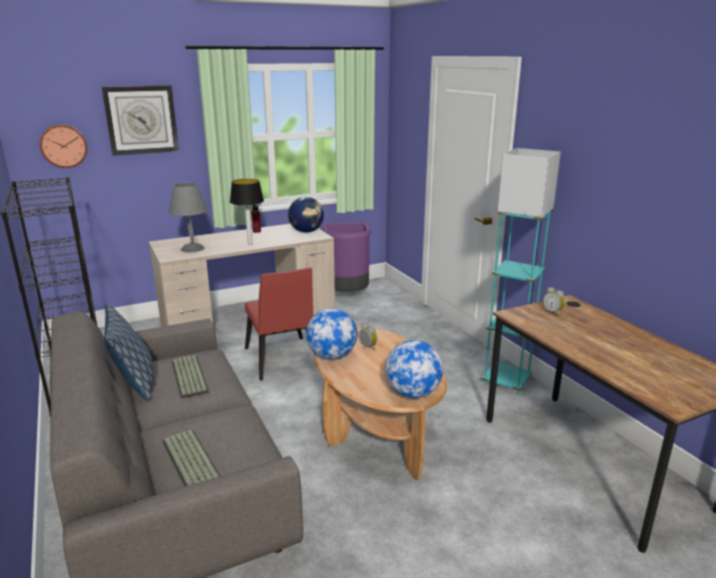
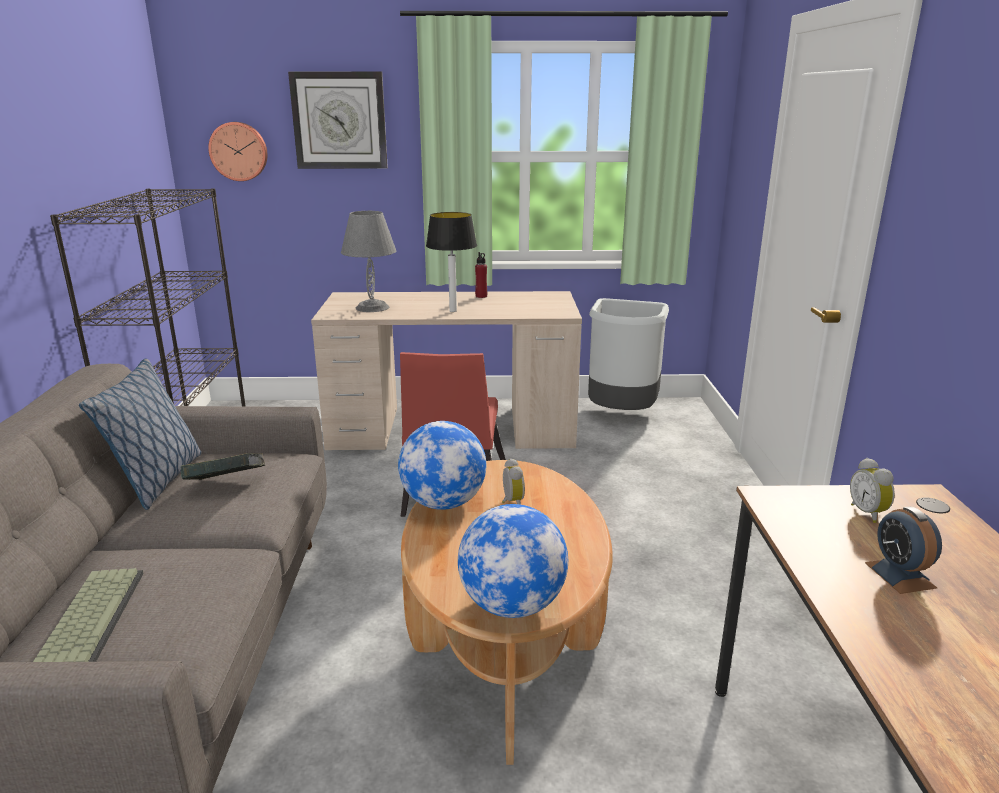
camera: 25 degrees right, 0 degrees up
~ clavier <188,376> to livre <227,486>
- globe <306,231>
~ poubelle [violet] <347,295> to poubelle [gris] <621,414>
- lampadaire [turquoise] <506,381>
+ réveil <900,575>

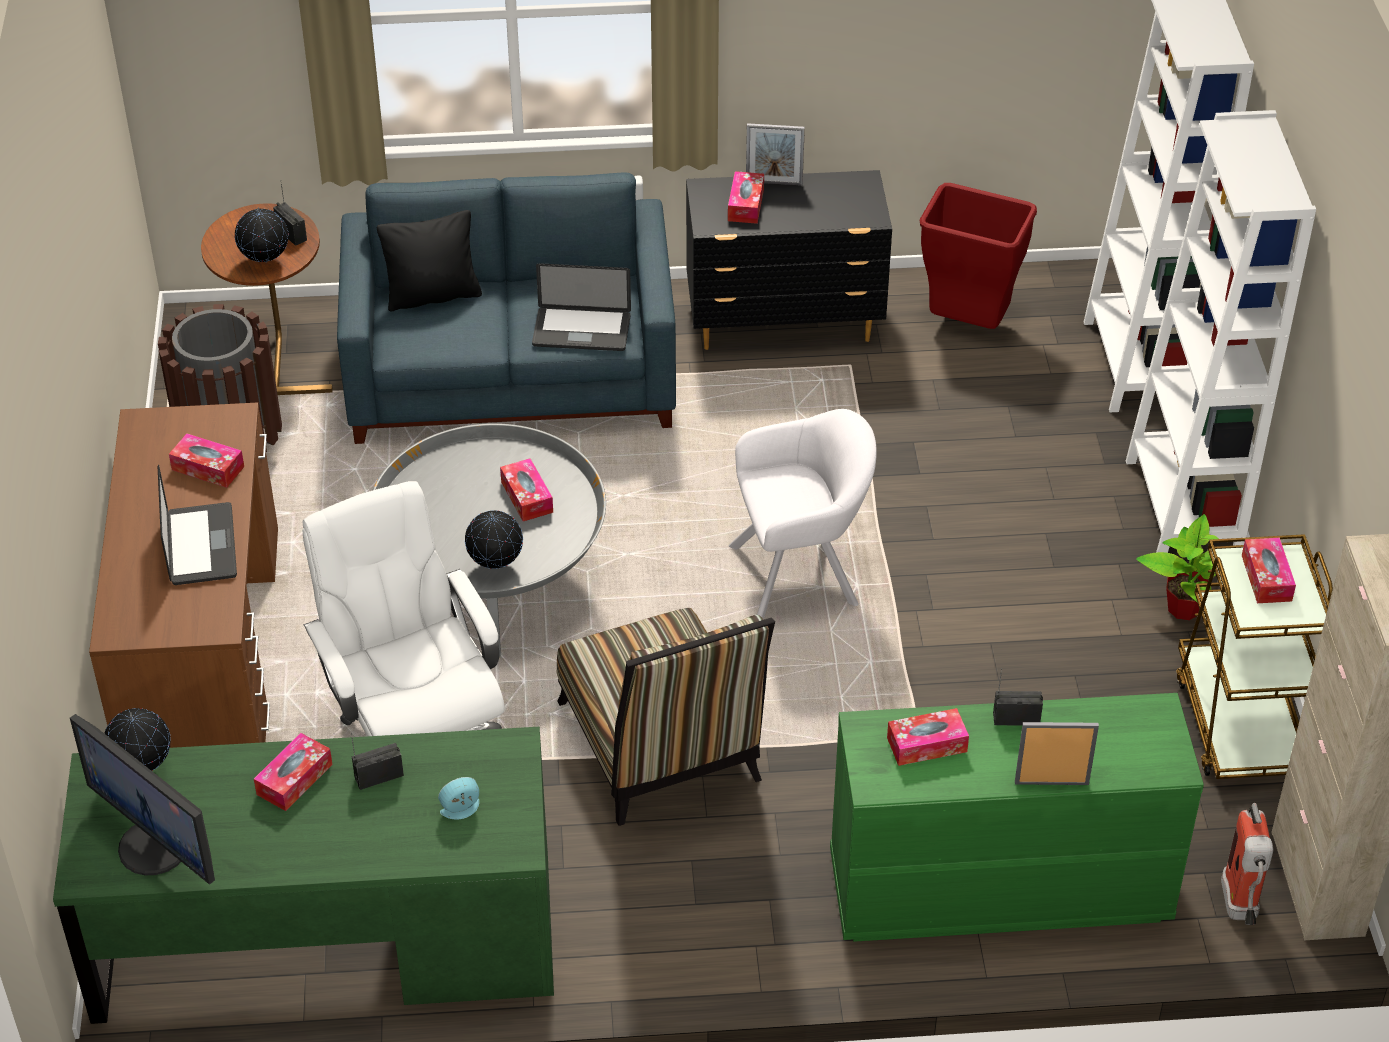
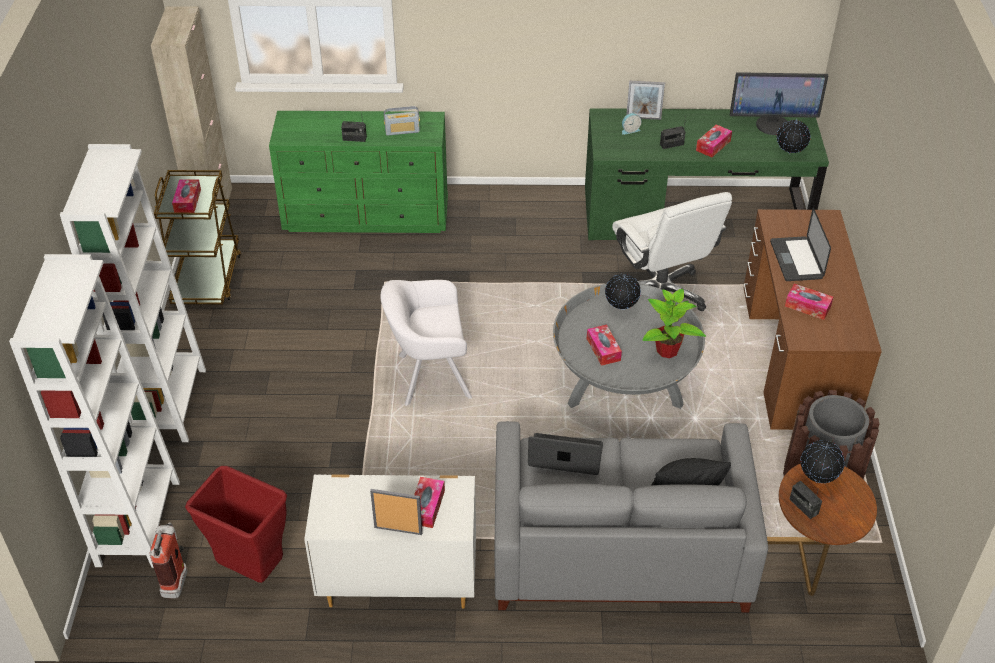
camera: 175 degrees left, 0 degrees up
~ écran d'ordinateur <156,846> = <772,124> 135 degrees clockwise
~ canapé [bleu] <512,375> to canapé [gris] <618,547>
- chaise <663,751>
~ commode [noir] <785,324> to commode [blanc] <397,582>
~ boîte à mouchoirs <927,744> to radio <402,131>
~ cadre photo <1051,783> to <643,118>
~ plante en pot <1183,607> to <667,351>
~ extincteur <1240,910> to <176,578>

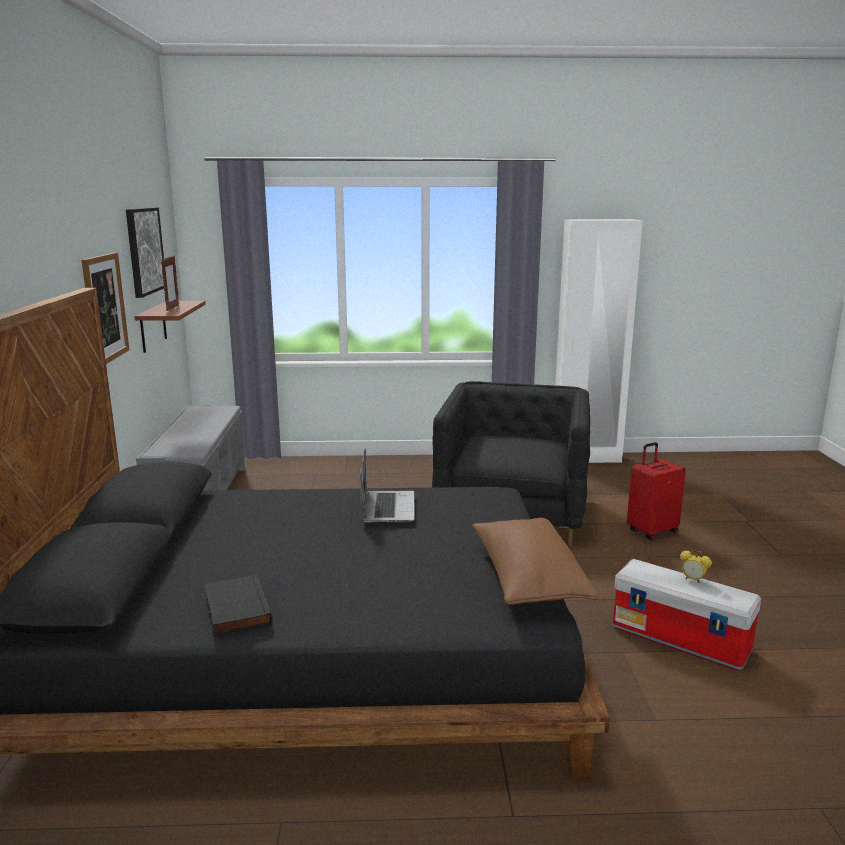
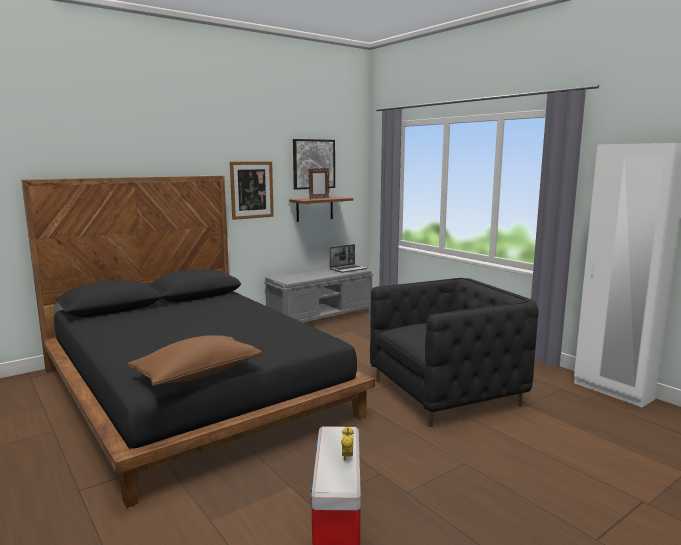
camera: 55 degrees right, 5 degrees down
- livre [noir] <235,609>
~ ordinateur portable <387,508> to <348,269>
- valise [rouge] <651,531>

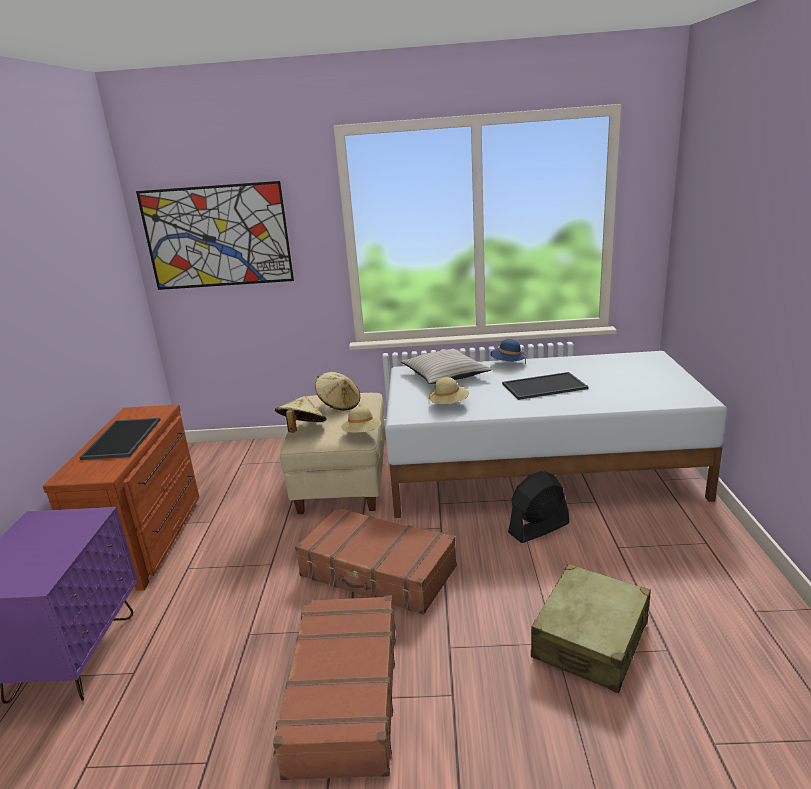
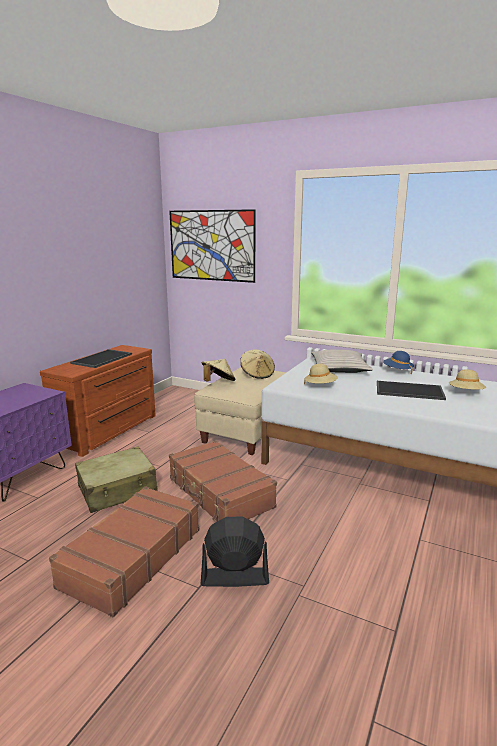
camera: 25 degrees right, 5 degrees down
~ chapeau [beige] <362,434> to <466,393>
~ ventilateur [noir] <538,528> to <234,577>
~ valise [beige] <590,640> to <117,490>

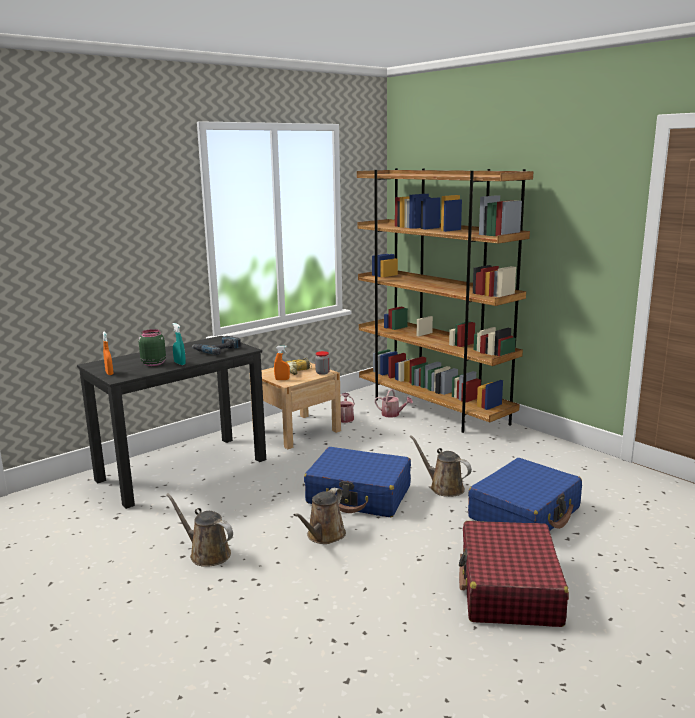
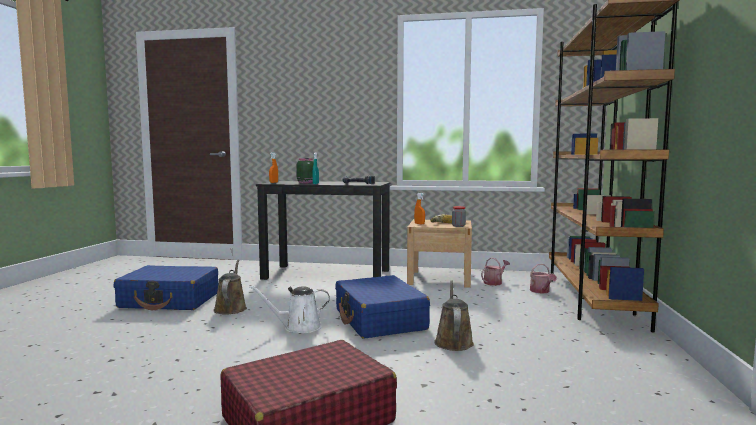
camera: 50 degrees right, 10 degrees down
~ arrosoir [marron] <324,536> to arrosoir [blanc] <298,328>
~ valise [bleu] <525,513> to <170,300>

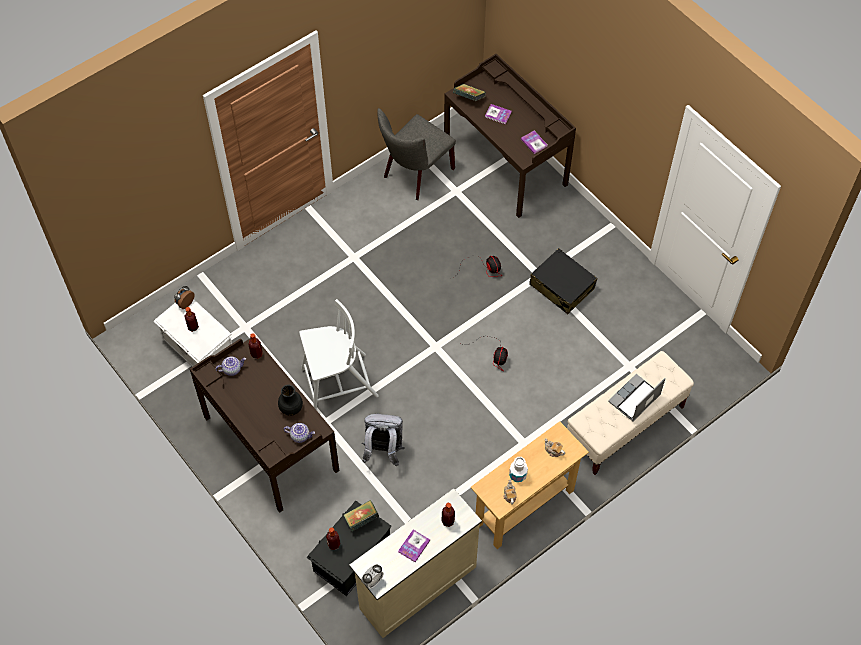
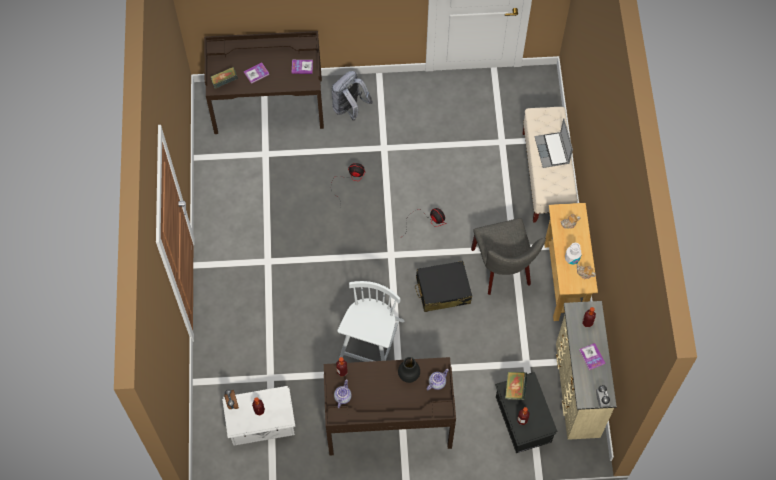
camera: 55 degrees left, 5 degrees up
~ sac à dos [gris] <383,451> to <349,108>
~ chaise [gris] <415,174> to <503,270>
~ valise [noir] <561,286> to <442,290>

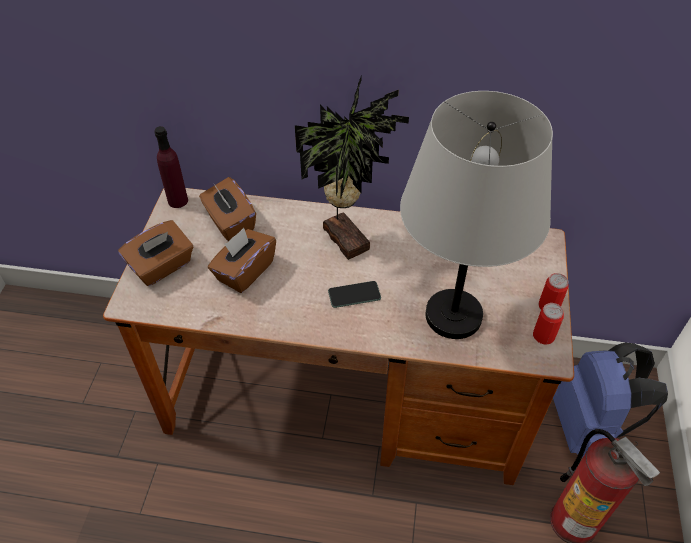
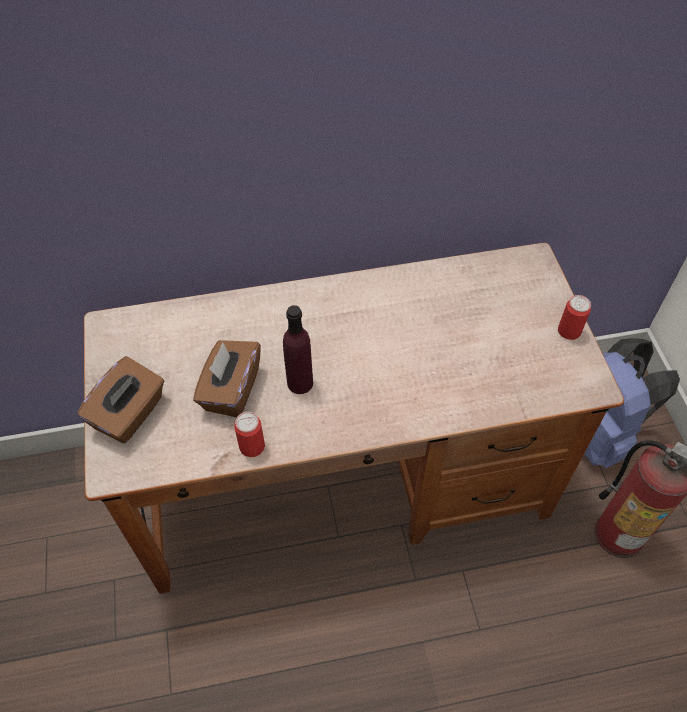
camera: 20 degrees left, 5 degrees up
~ bouteille [violet] <178,201> to <300,383>
- boîte à mouchoirs [marron] <230,222>
- plante en pot <348,237>
- téléphone <354,295>
- lampe de table [gris] <452,316>
~ boîte métallique <543,336> to <252,446>

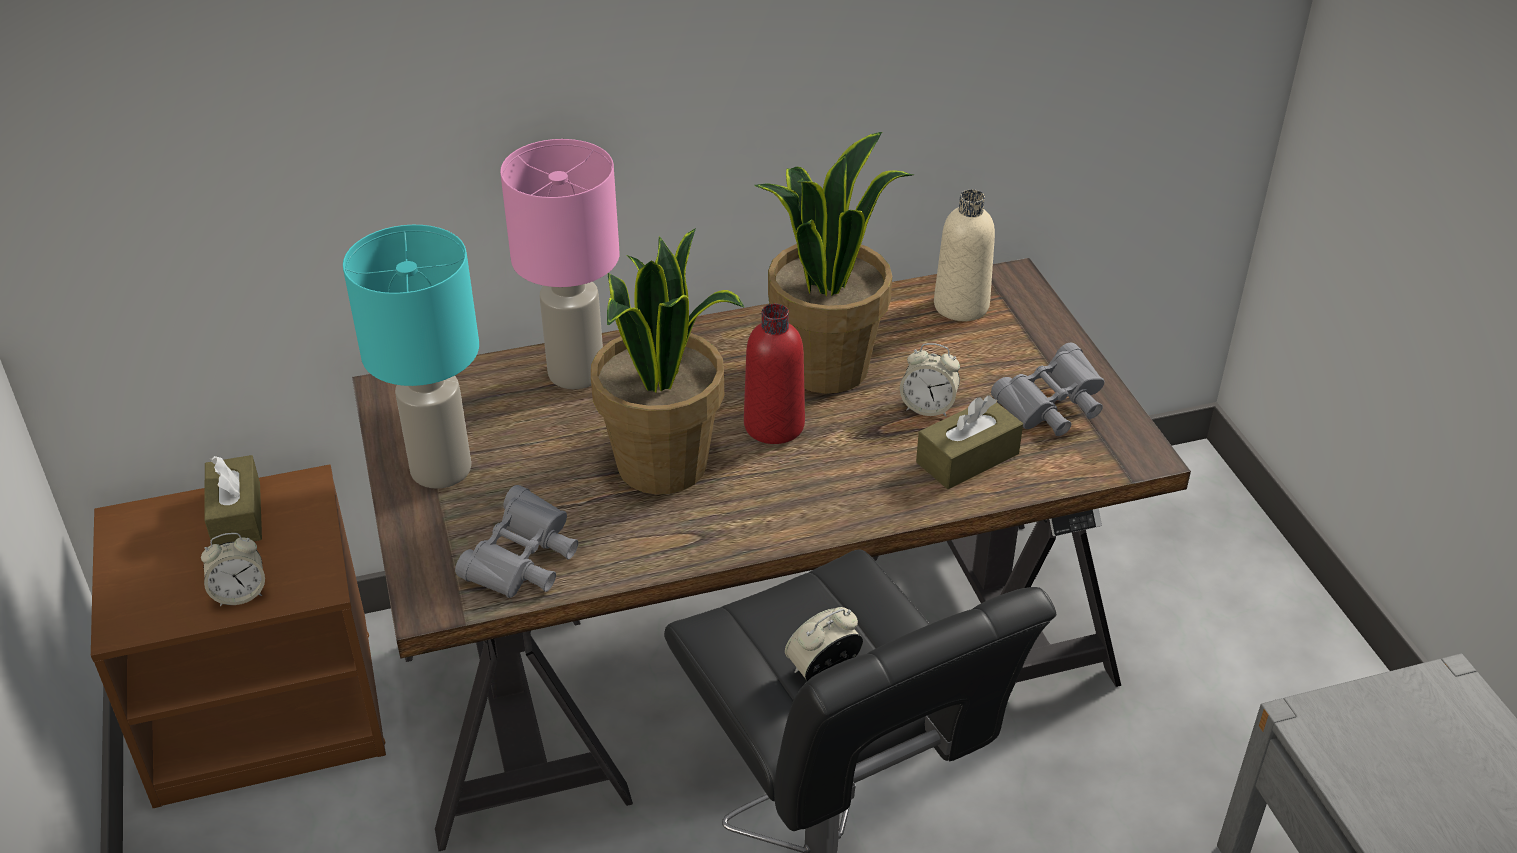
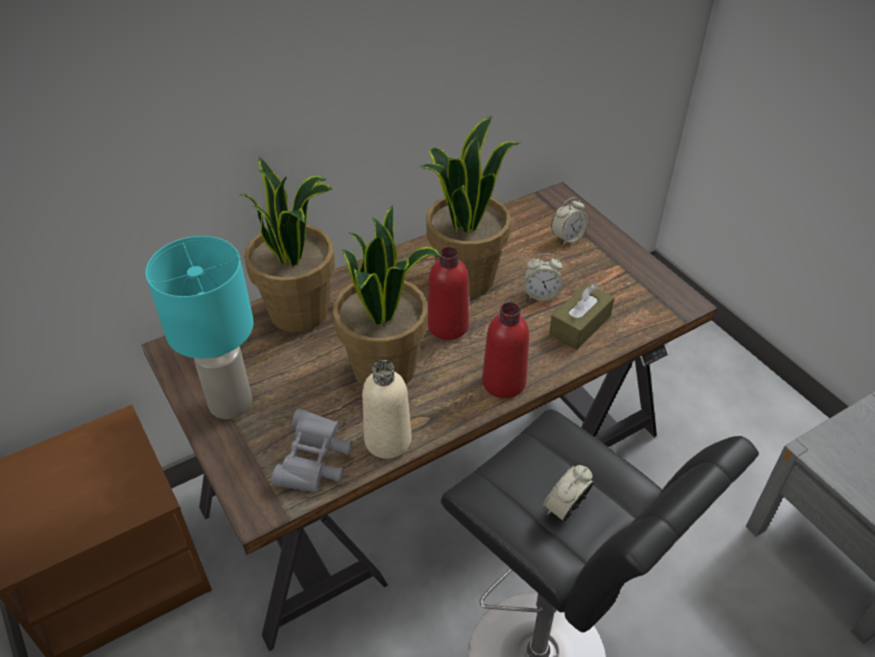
camera: 15 degrees left, 5 degrees up
~ réveil <240,594> to <567,238>
- boîte à mouchoirs [marron] <237,515>
~ lampe de table [rose] <576,372> to plante en pot <300,312>
~ bouteille [beige] <961,306> to <388,440>
- jumelles [gris] <1051,409>
+ bouteille [rouge] <504,382>

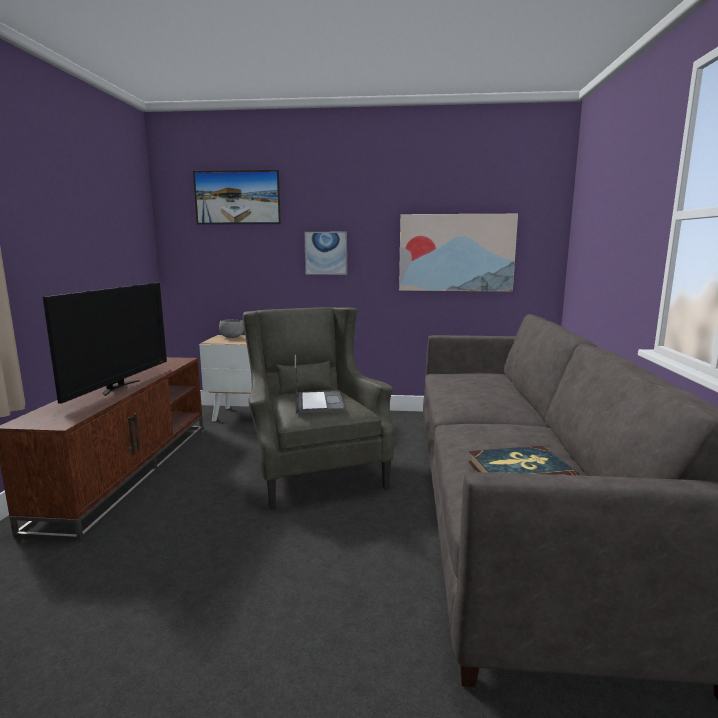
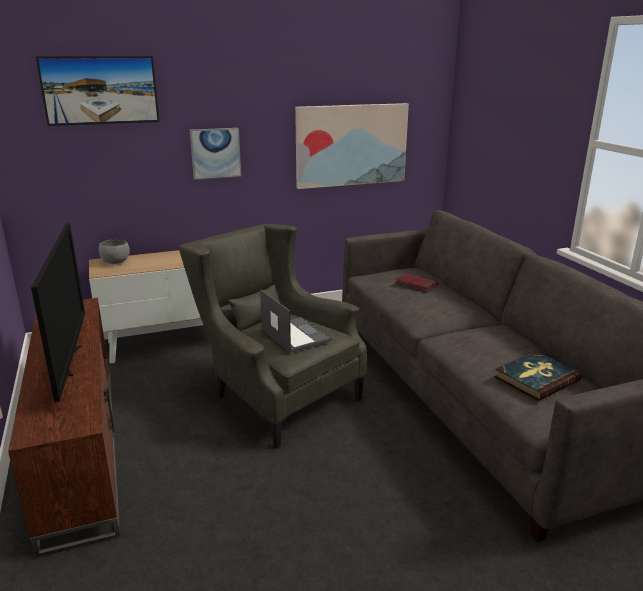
camera: 25 degrees left, 10 degrees up
+ livre [rouge] <416,284>

